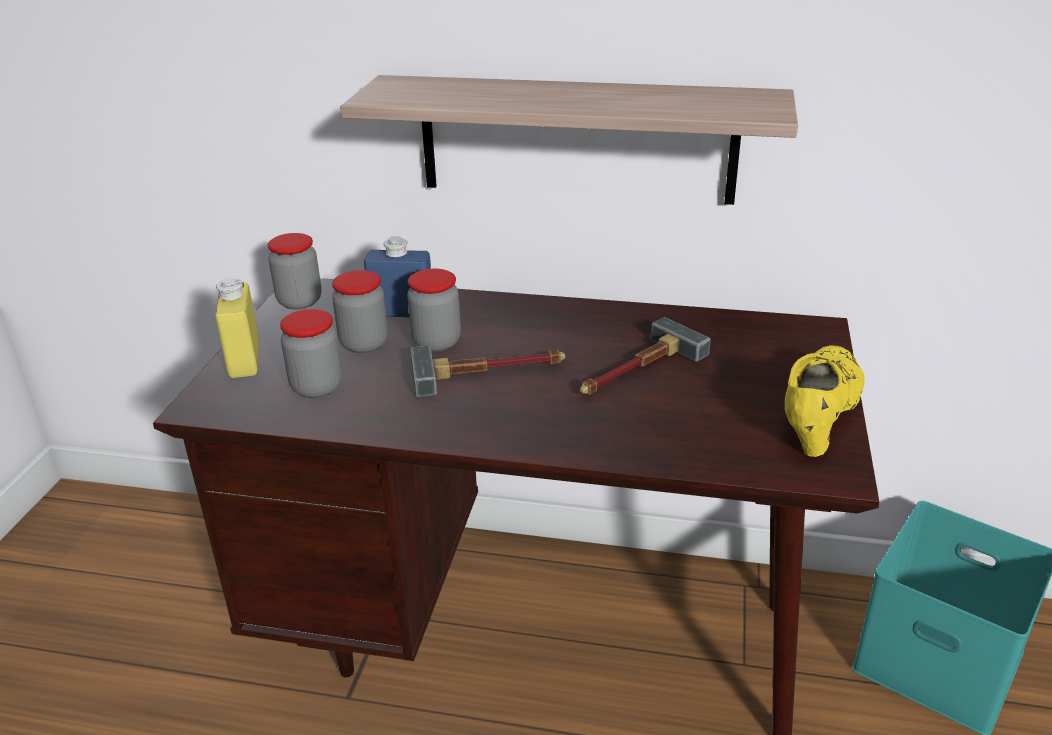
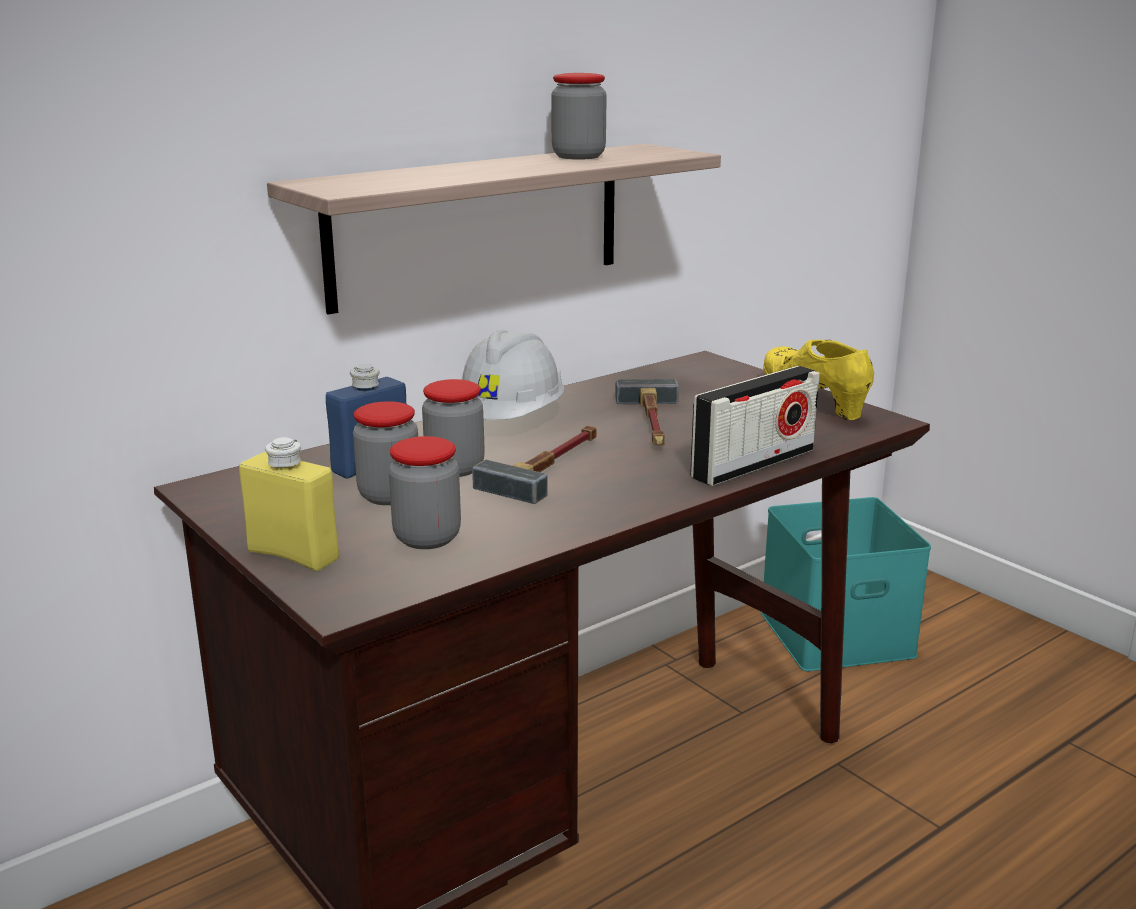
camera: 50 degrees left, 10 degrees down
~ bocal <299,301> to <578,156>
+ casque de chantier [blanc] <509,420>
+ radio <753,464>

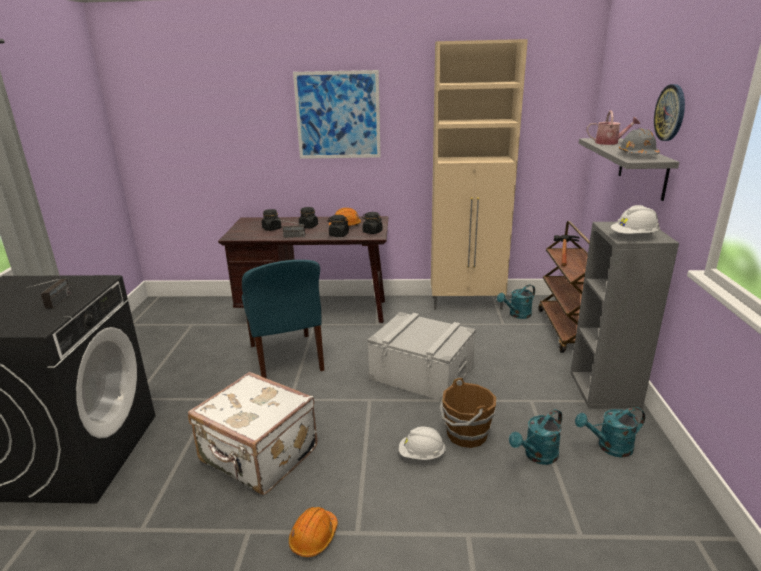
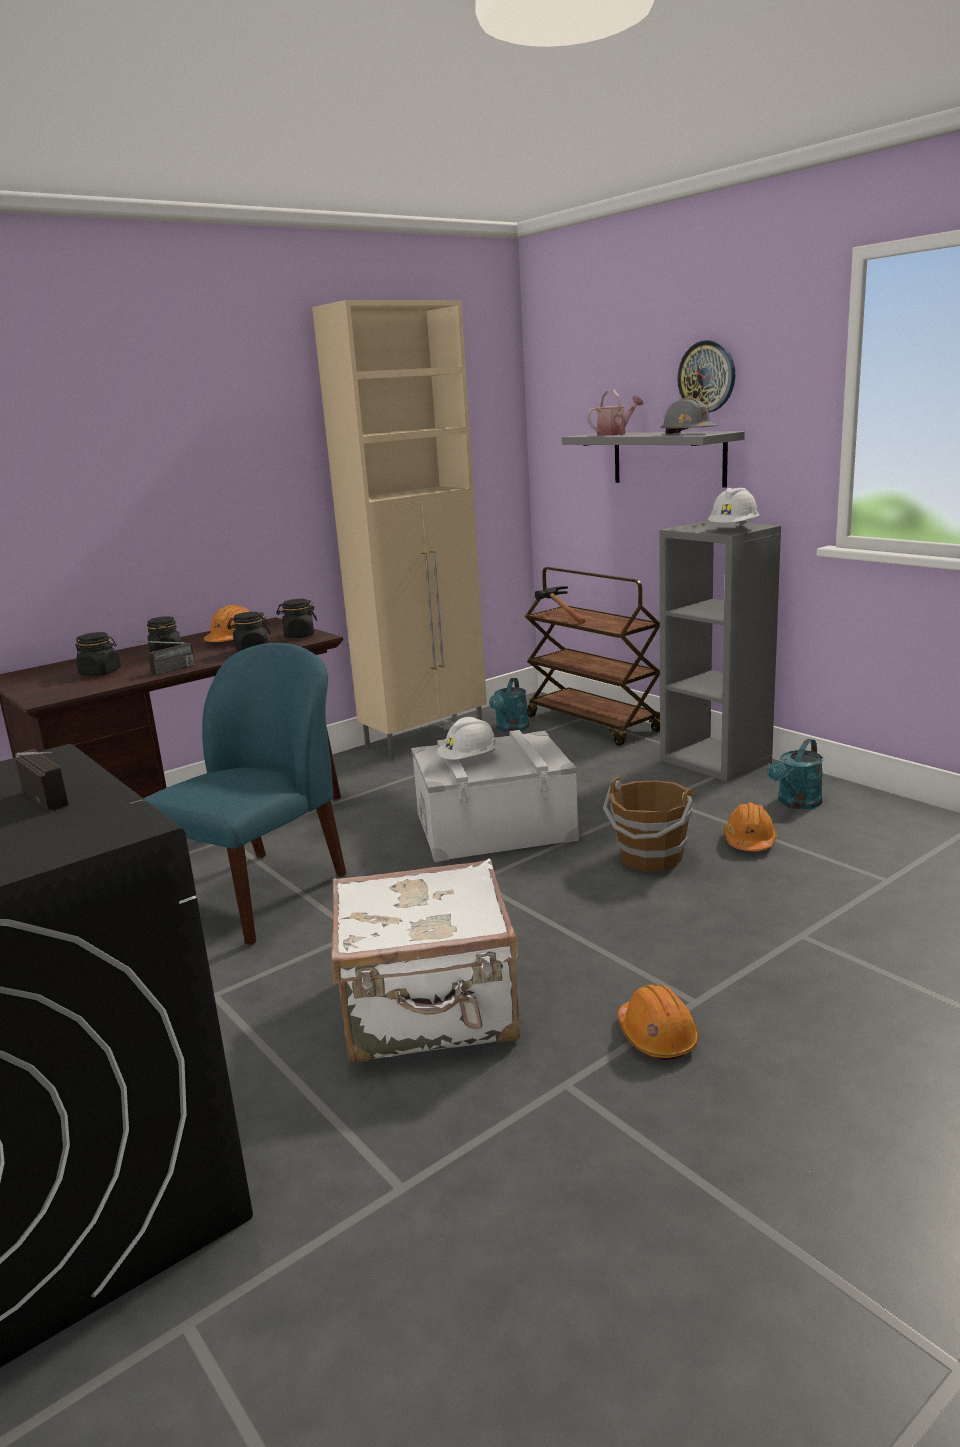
camera: 40 degrees left, 5 degrees down
~ chaise [bleu] <286,359> = <259,894> 90 degrees counterclockwise
- tableau <338,115>
~ casque de chantier [blanc] <421,455> to <469,760>
~ arrosoir [turquoise] <537,456> to casque de chantier [orange] <749,841>

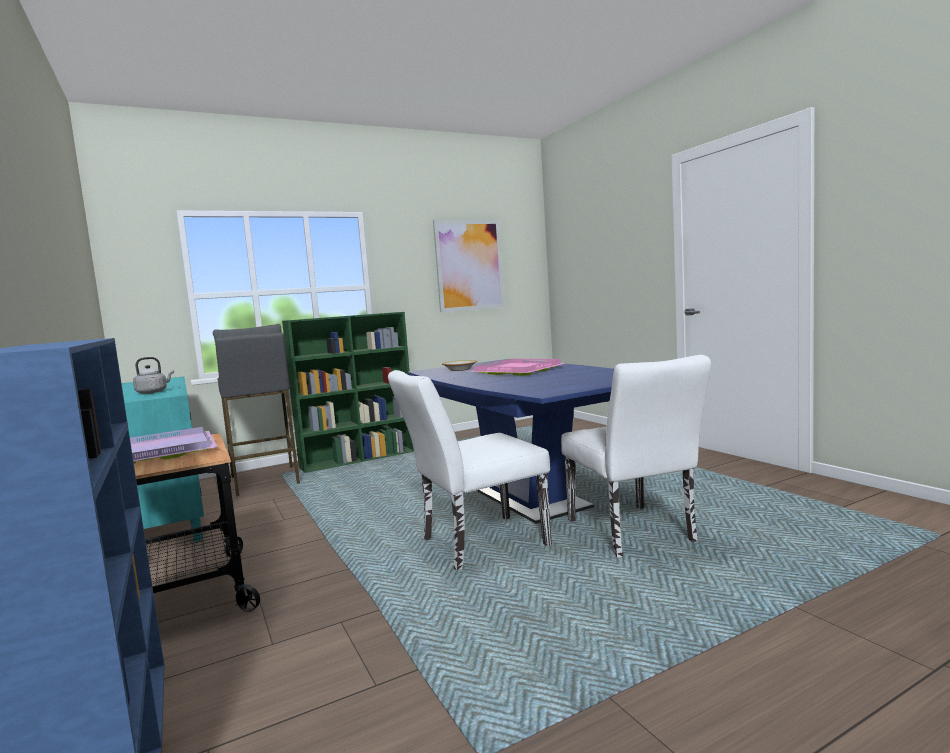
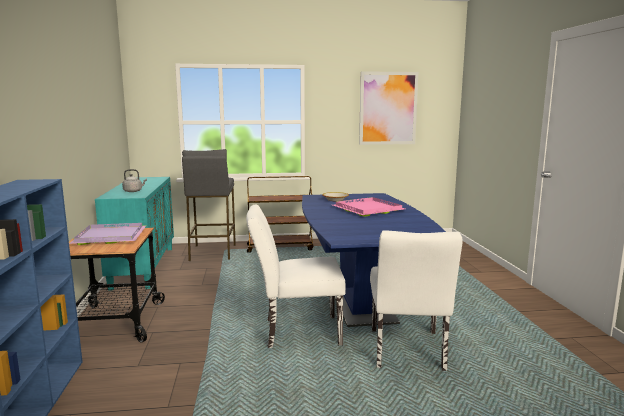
camera: 20 degrees right, 5 degrees up
~ bibliothèque [vert] <360,459> to chariot [marron] <280,247>

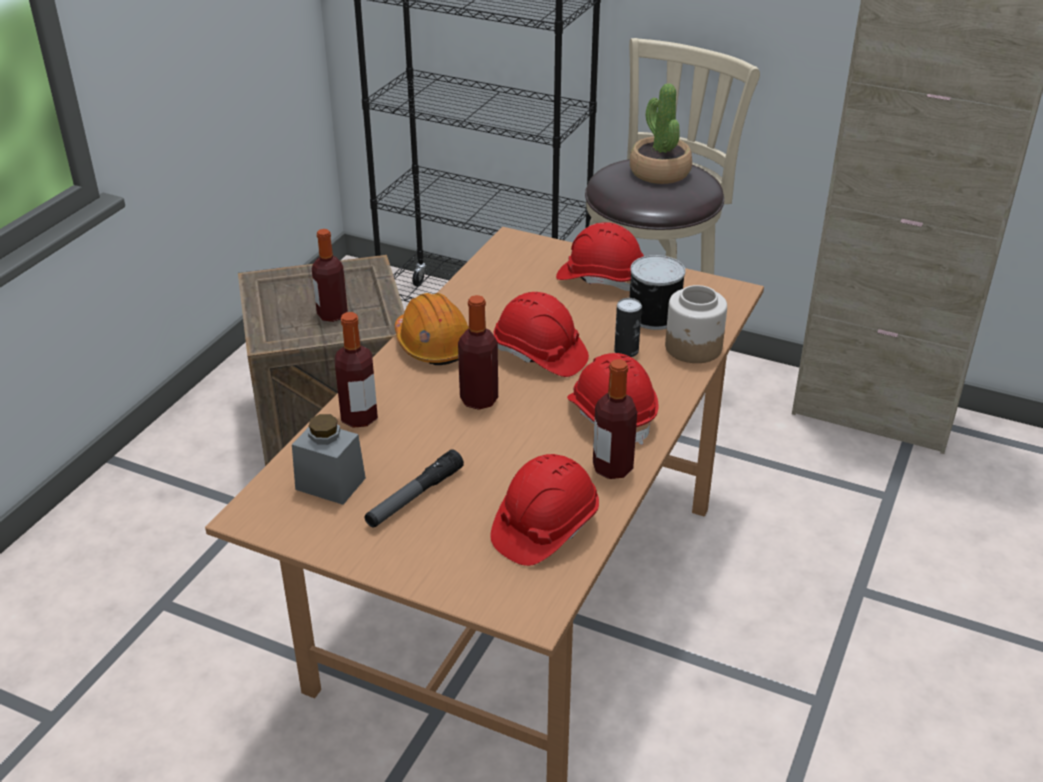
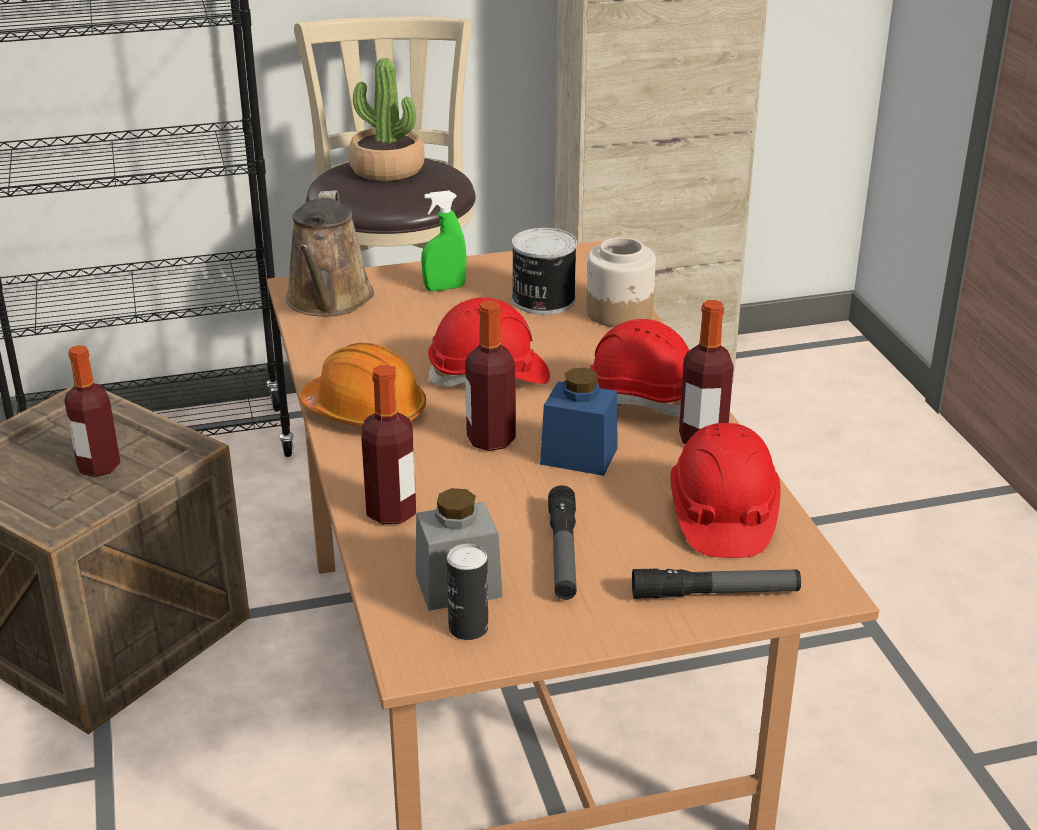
camera: 40 degrees left, 5 degrees down
~ casque de chantier [rouge] <600,278> to vaporisateur [vert] <444,288>
~ boîte métallique <626,351> to <468,628>
+ arrosoir [marron] <328,301>
+ bocal [bleu] <579,456>
+ lampe de poche <715,593>

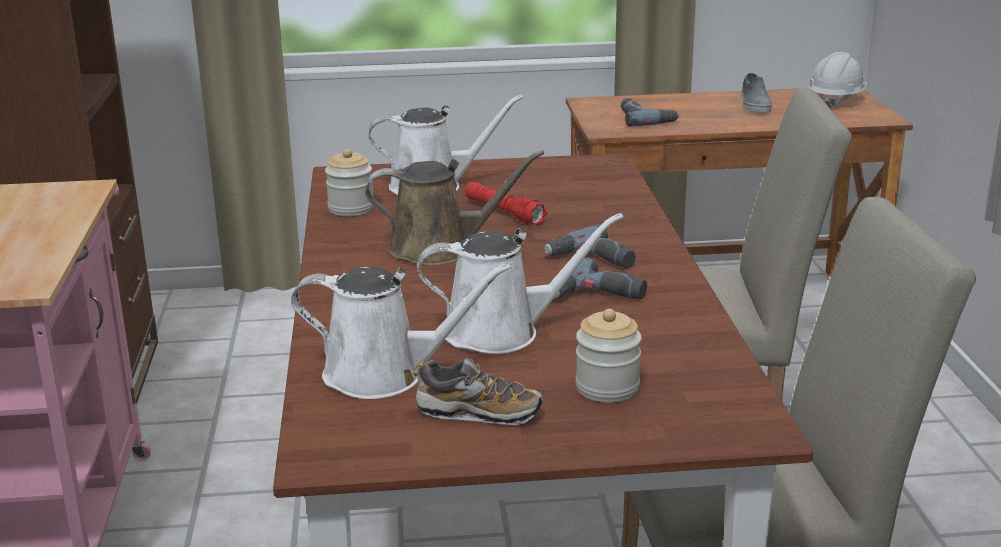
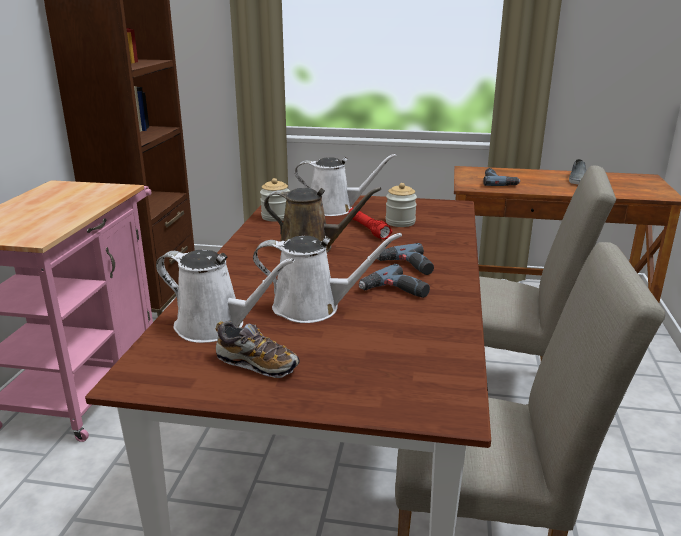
camera: 15 degrees right, 0 degrees up
~ bocal <607,388> to <400,222>
- casque de chantier [blanc] <835,101>

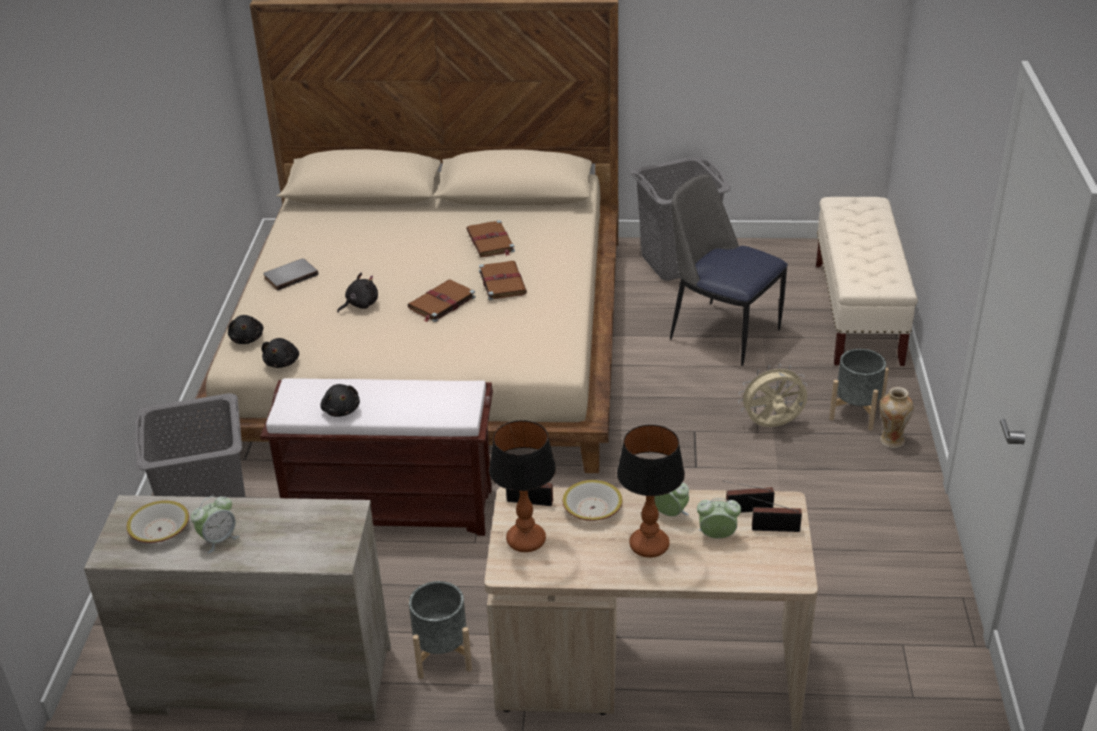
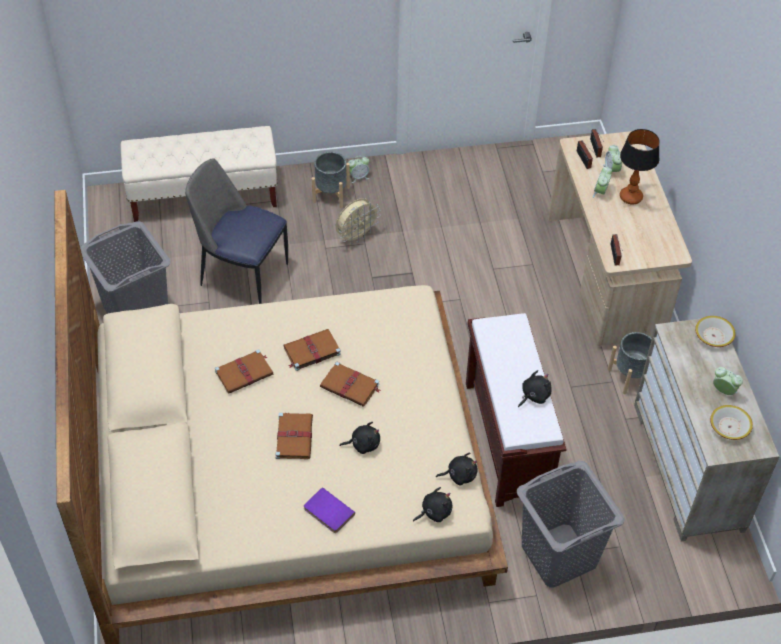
camera: 105 degrees left, 15 degrees up
~ livre [gris] <290,275> to livre [violet] <327,512>
~ peluche [noir] <360,304> = <363,444> 135 degrees clockwise
- lampe de table <526,541>
~ bol <592,508> to <713,336>
~ chaise <722,332> = <242,273> 90 degrees clockwise
~ ventilateur [beige] <772,426> = <356,236> 105 degrees counterclockwise
~ vase <891,440> to réveil <358,177>
+ livre [marron] <294,436>

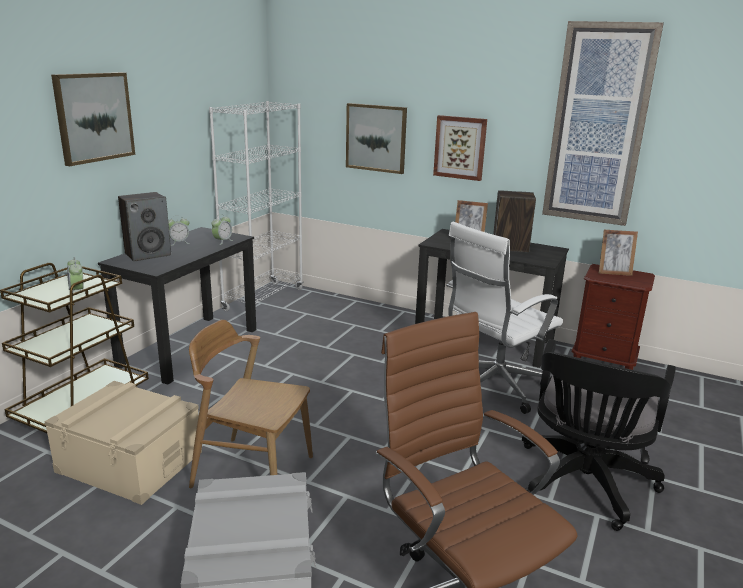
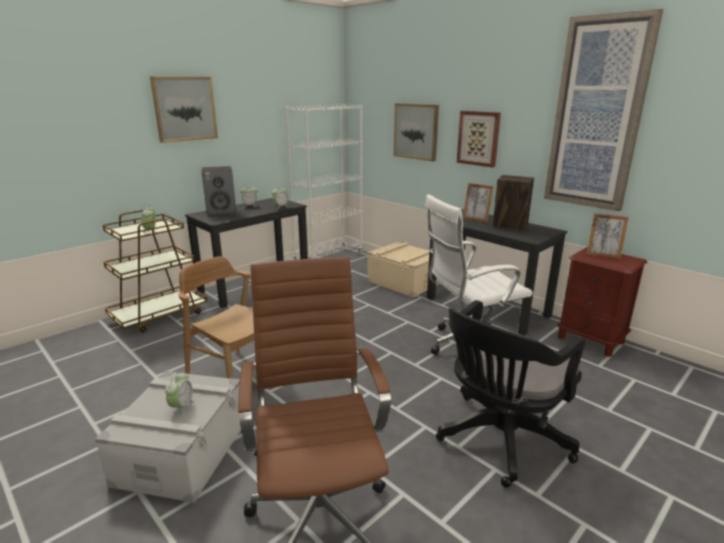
camera: 20 degrees right, 0 degrees up
~ boîte de rangement [beige] <130,462> to <404,282>
+ réveil <181,407>

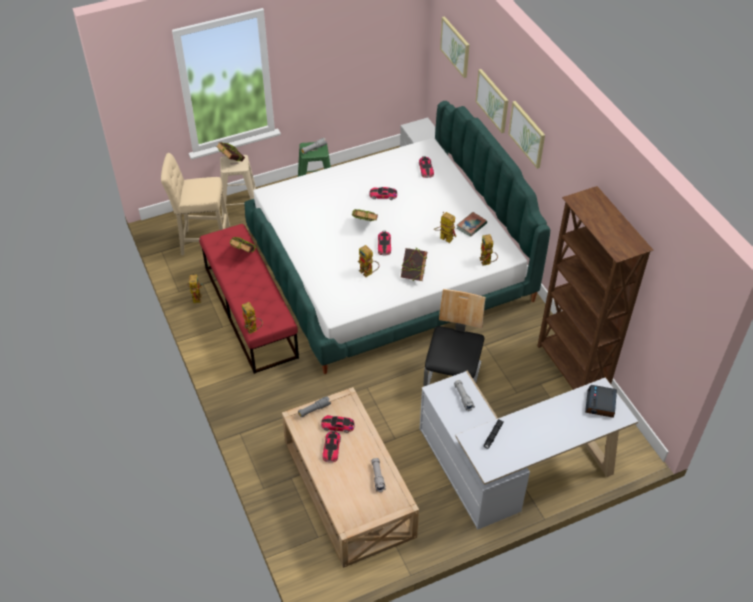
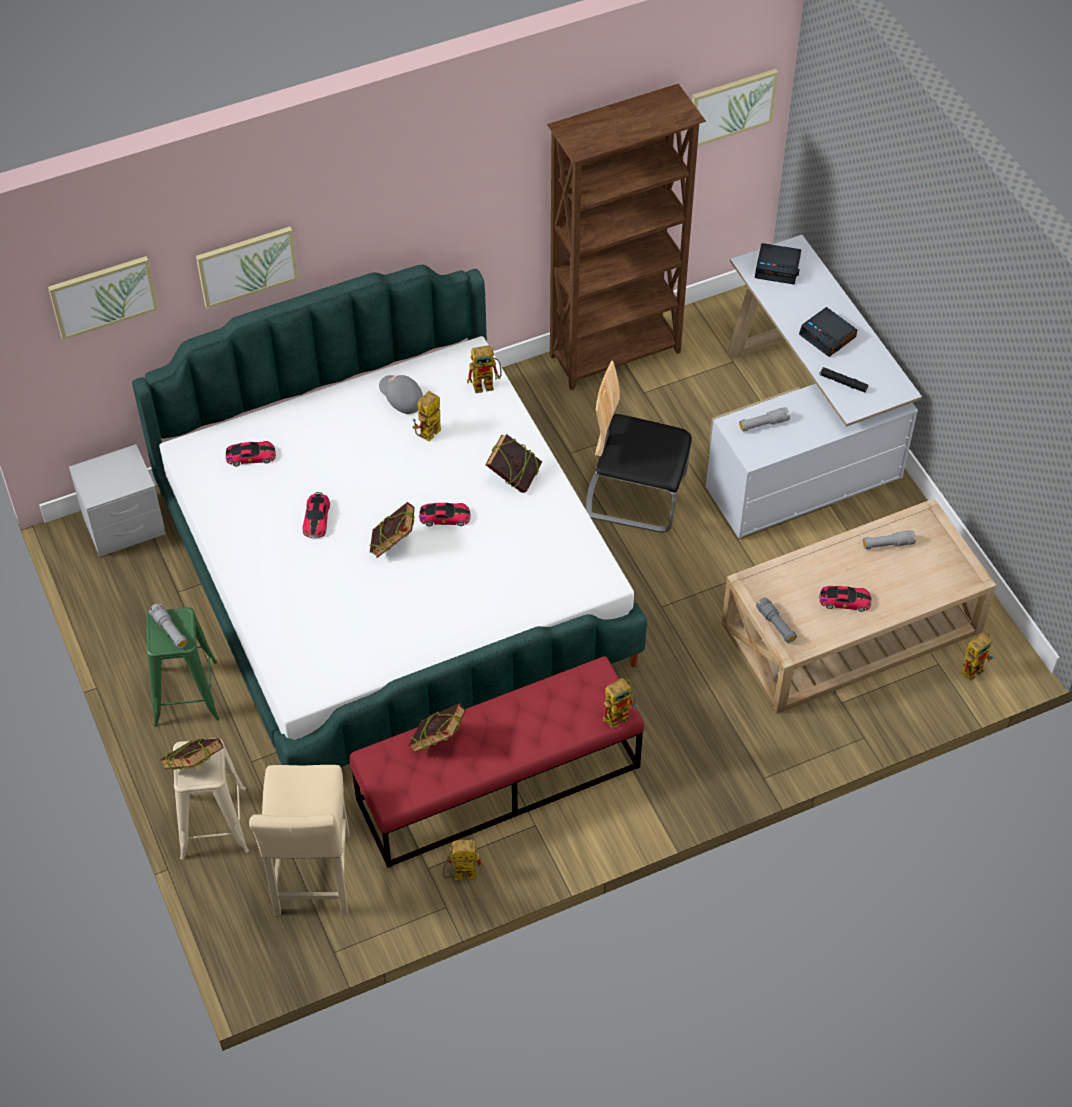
camera: 90 degrees left, 5 degrees up
- petite voiture <337,425>
~ robot jouet <368,273> to <974,667>
~ livre <471,226> to casquette [gris] <401,399>
~ tableau <527,134> to <731,107>
+ réveil <828,336>

